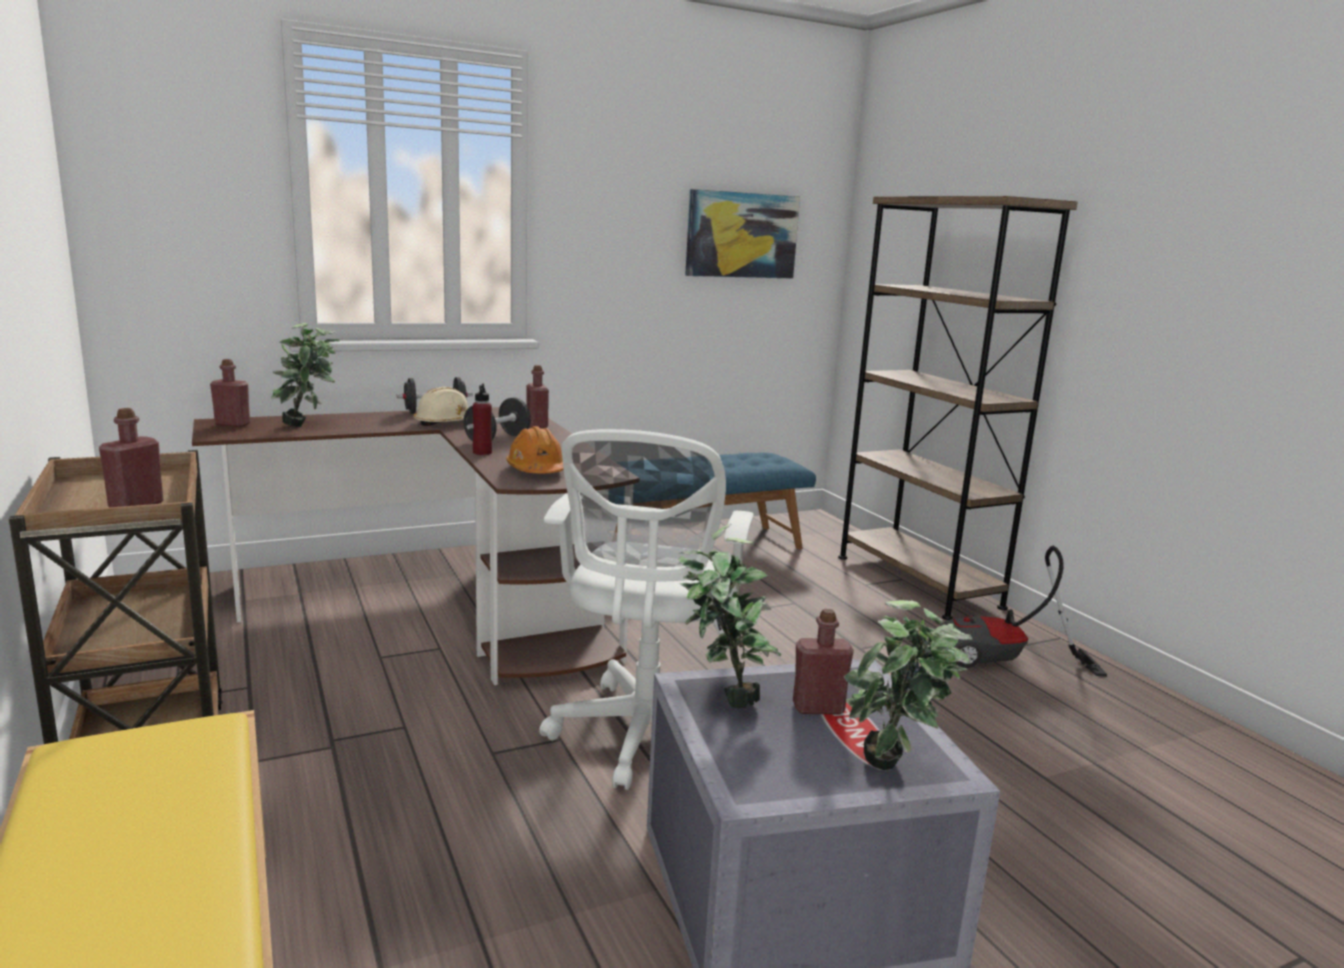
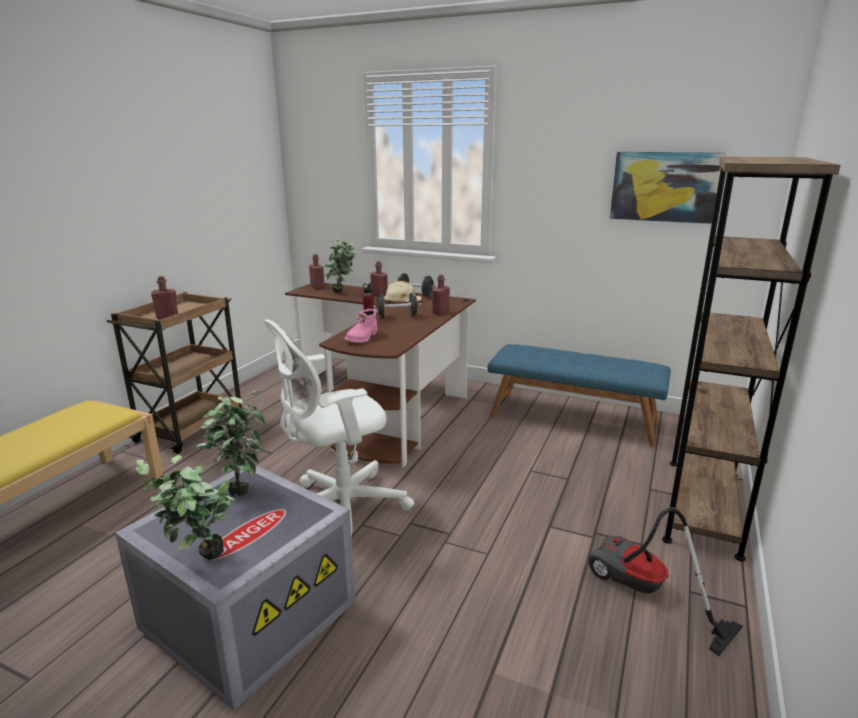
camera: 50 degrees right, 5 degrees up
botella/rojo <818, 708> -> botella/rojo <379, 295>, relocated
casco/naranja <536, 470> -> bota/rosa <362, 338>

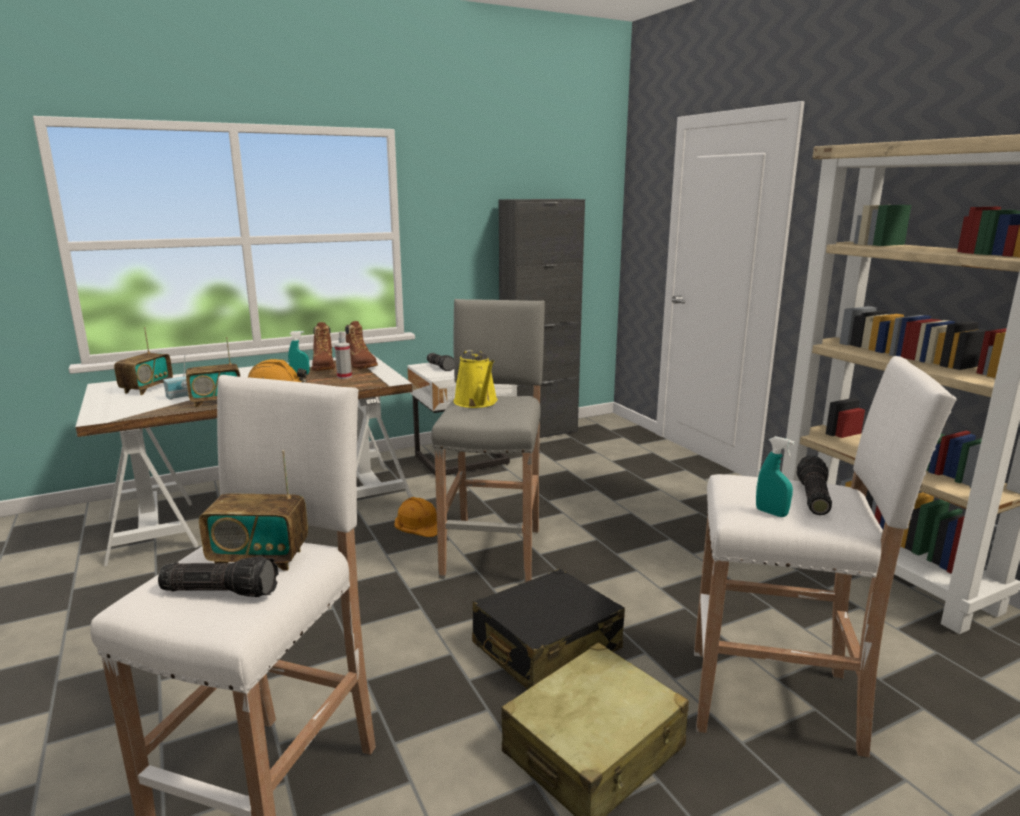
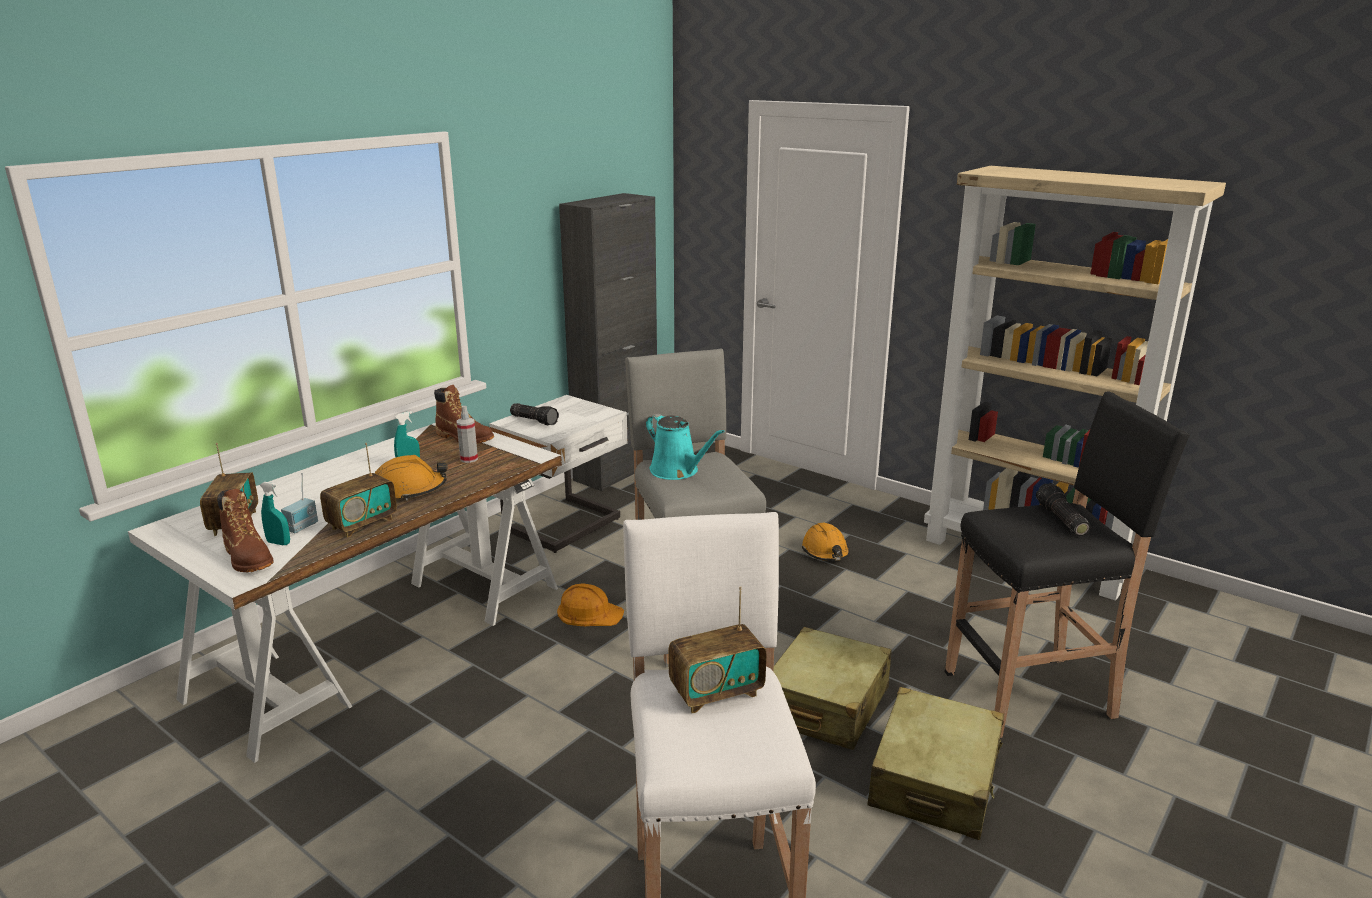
camera: 25 degrees left, 5 degrees up
linterna <222, 590> -> none
none -> casco/naranja <825, 552>
bota/marrón <324, 367> -> bota/marrón <248, 558>, relocated
pulverizador/turquesa <771, 513> -> pulverizador/turquesa <278, 543>, relocated
regadera/amarillo <477, 402> -> regadera/turquesa <677, 471>
maleta/negro <546, 647> -> maleta/beis <825, 705>
taburete/blanco <777, 701> -> taburete/negro <1032, 694>

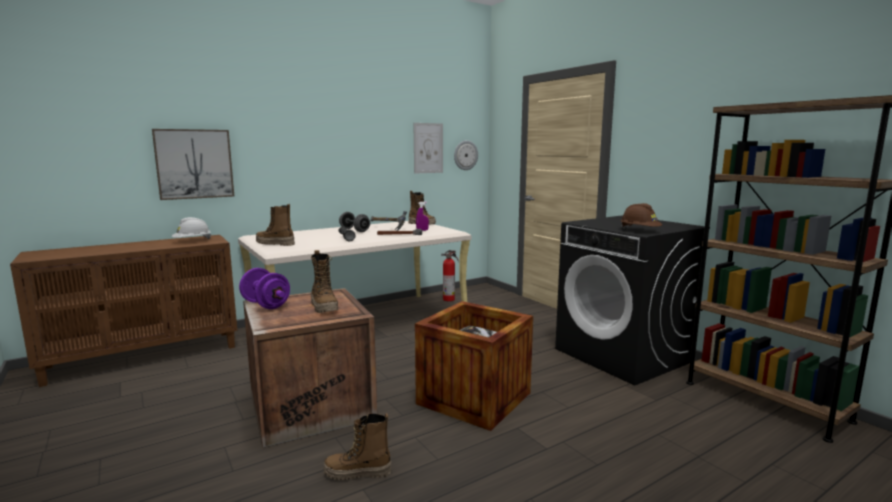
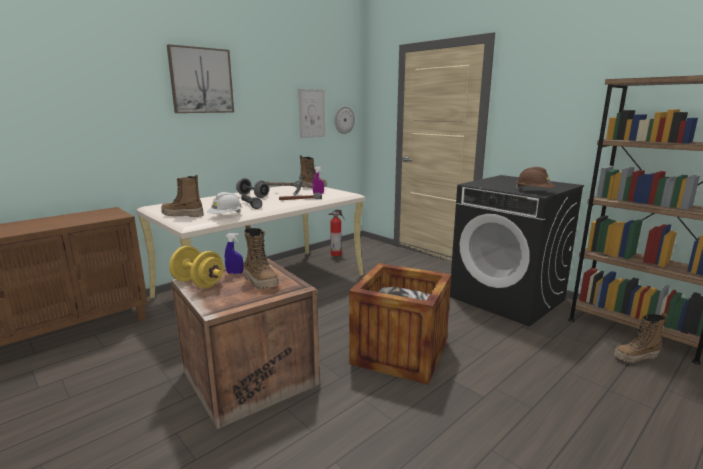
camera: 10 degrees left, 5 degrees up
none -> pulverizador/azul <235, 273>
cuadro <194, 164> -> cuadro <201, 80>, relocated
casco/blanco <192, 241> -> casco/blanco <226, 216>, relocated
bota <357, 473> -> bota <635, 357>, relocated
mancuerna/morado <266, 305> -> mancuerna/amarillo <198, 283>

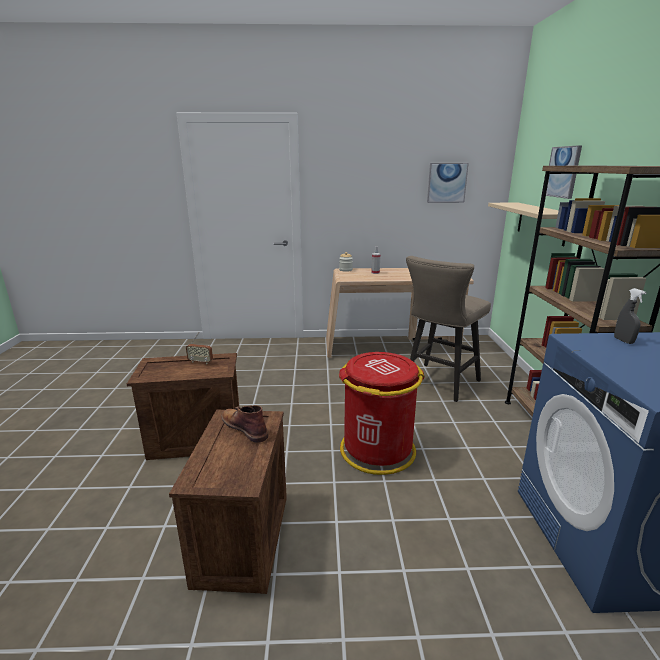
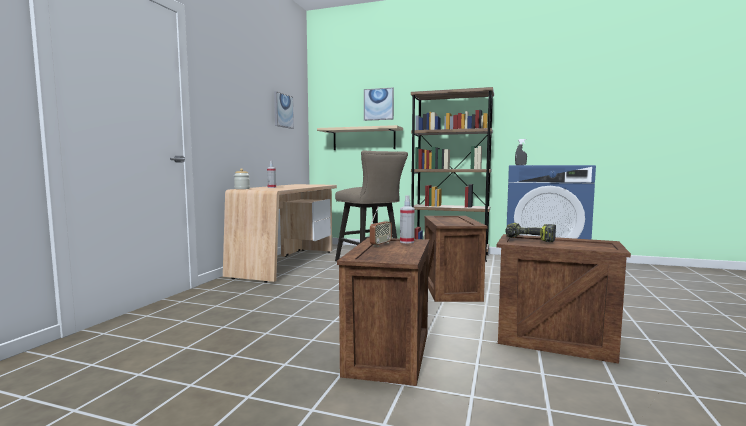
camera: 70 degrees left, 15 degrees down
none -> pulverizador <407, 242>
bota/marrón <244, 427> -> taladro <529, 240>
papelera/rojo <377, 450> -> caja de embalaje <450, 289>

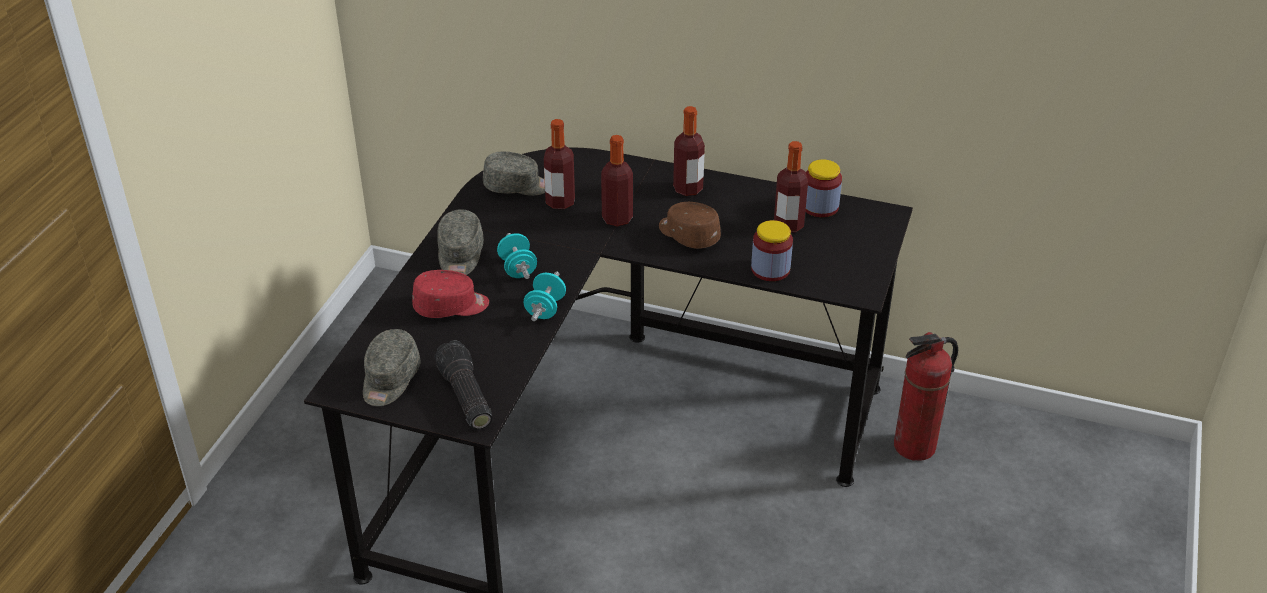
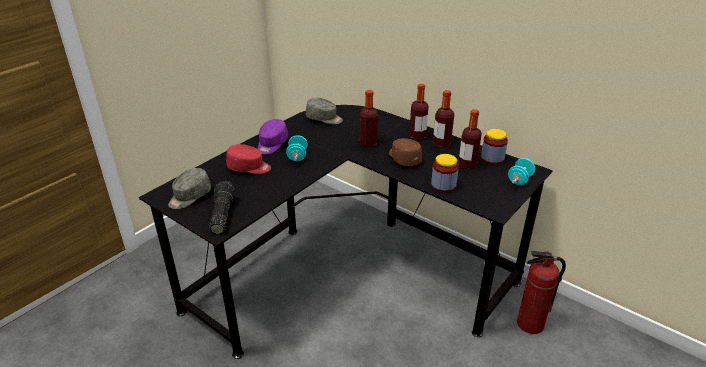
camera: 20 degrees right, 5 degrees down
mancuerna/turquesa <545, 309> -> mancuerna/turquesa <519, 180>, relocated
botella <560, 202> -> botella <441, 143>, relocated
gorra/gris <460, 255> -> gorra/morado <272, 144>

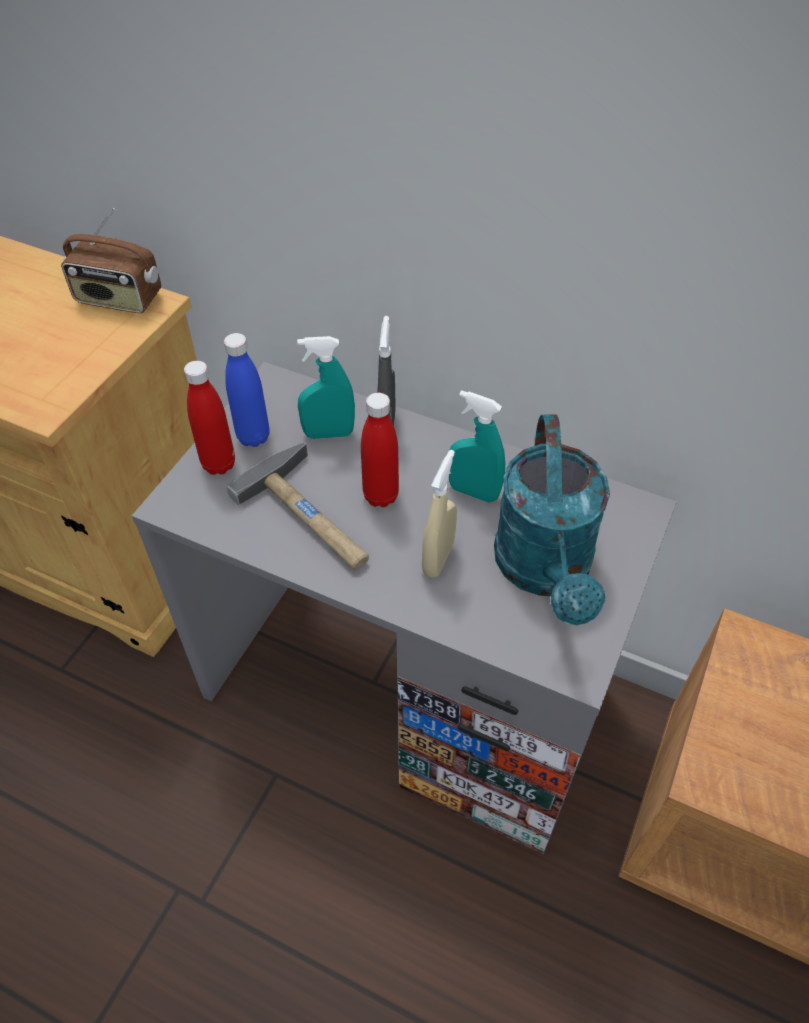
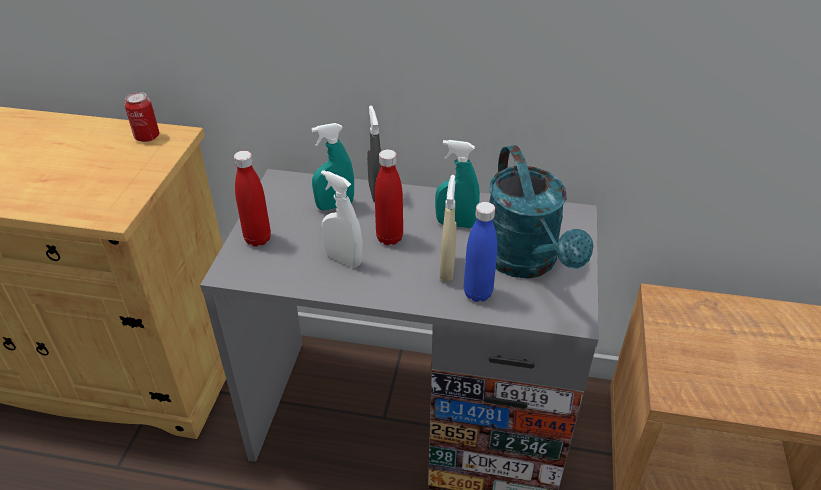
camera: 15 degrees left, 10 degrees down
botella/azul <253, 437> -> botella/azul <478, 293>, relocated
radio <118, 299> -> lata <147, 137>
martillo <312, 516> -> pulverizador/blanco <343, 259>

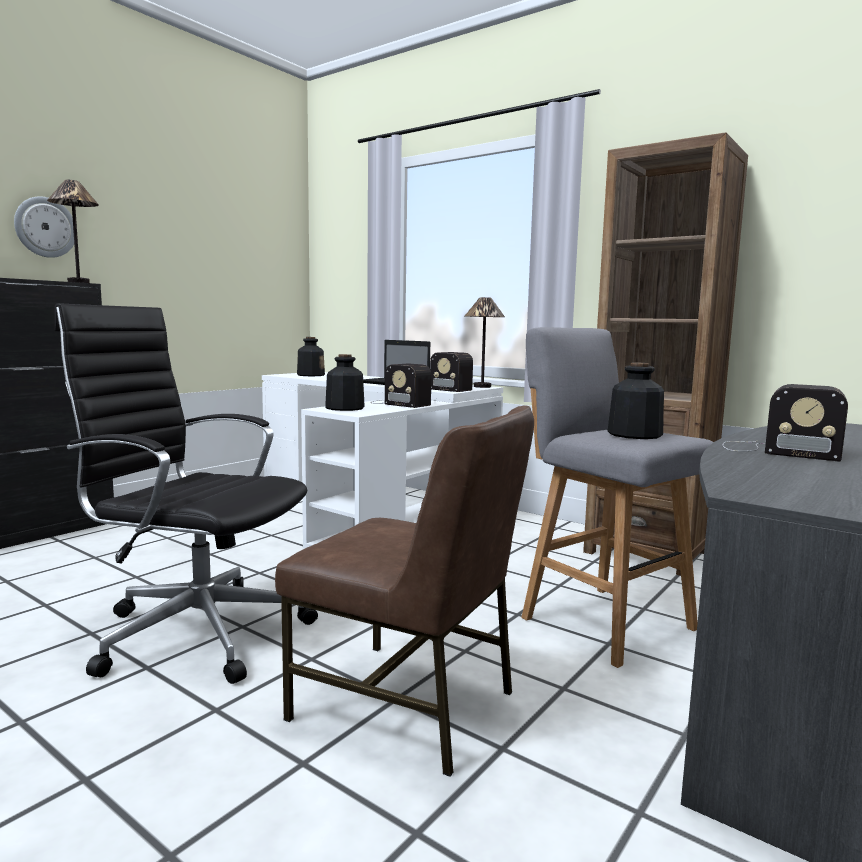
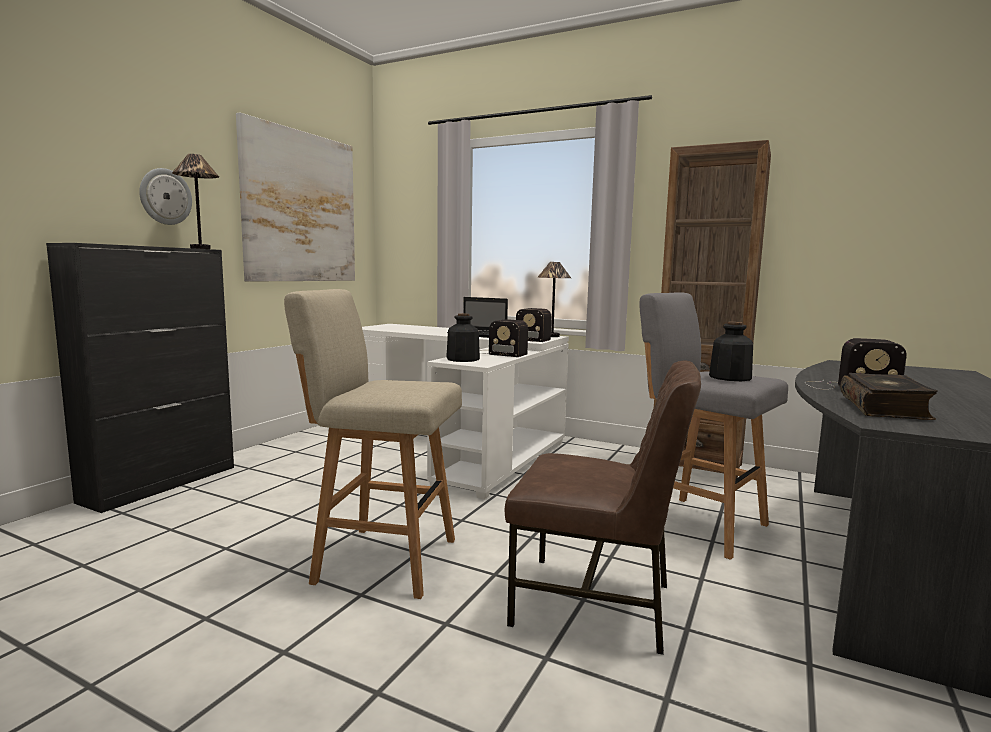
camera: 10 degrees left, 0 degrees up
botella <310, 375> -> none
none -> cuadro <301, 207>
none -> libro <885, 408>
silla de oficina/negro <197, 631> -> taburete/beis <382, 559>

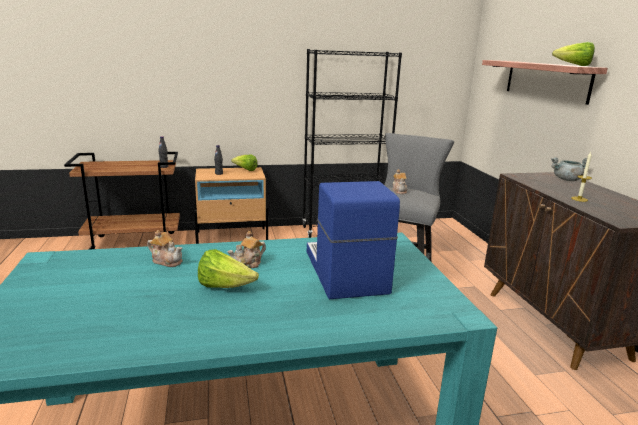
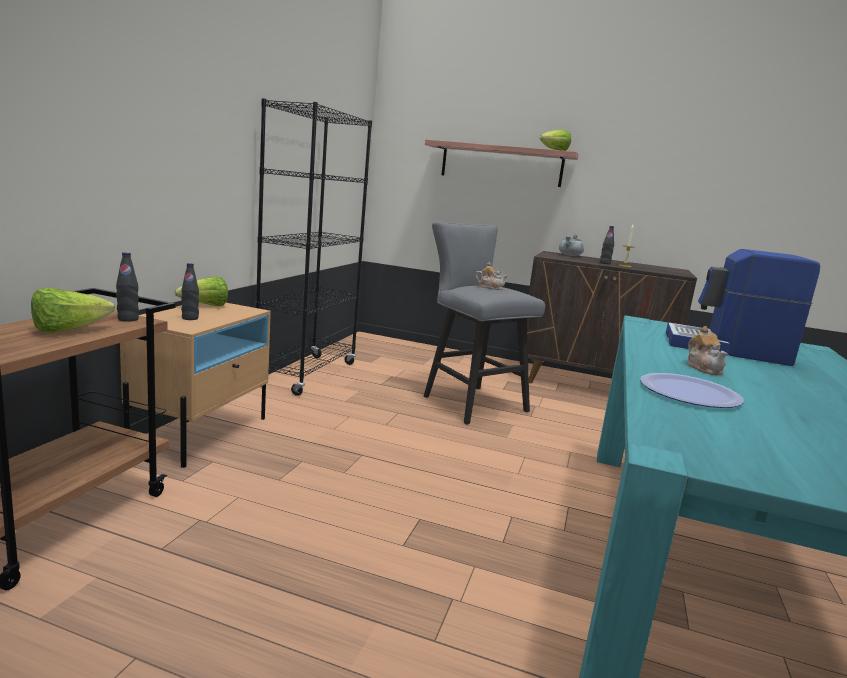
camera: 60 degrees left, 5 degrees down
none -> botella/negro <605, 263>
lechuga <225, 286> -> lechuga <68, 330>, relocated
tetera <167, 261> -> plato <689, 393>

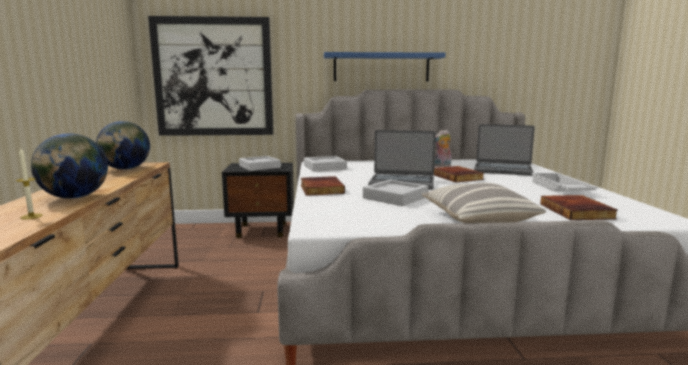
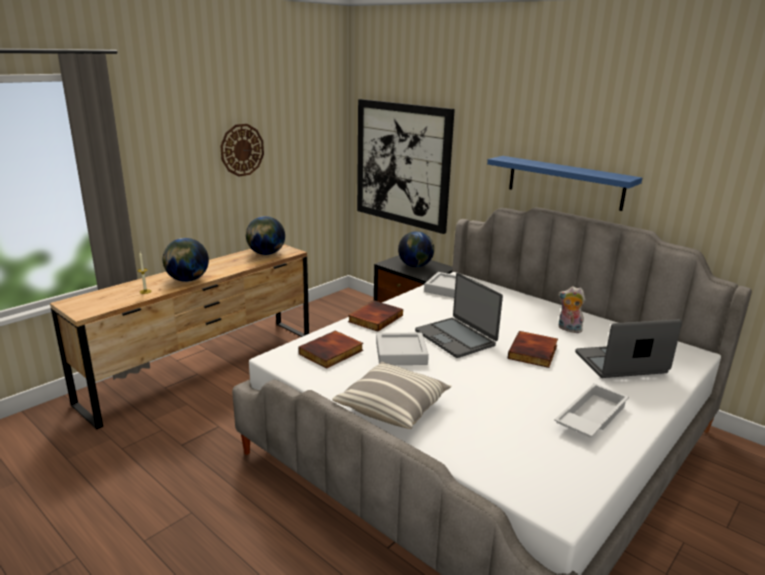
camera: 45 degrees right, 10 degrees up
none -> reloj de pared <242, 150>
libro <577, 211> -> libro <331, 352>, relocated
bandeja/gris <259, 167> -> globo terráqueo <415, 266>
portátil <503, 170> -> portátil <621, 363>, 105 degrees clockwise

